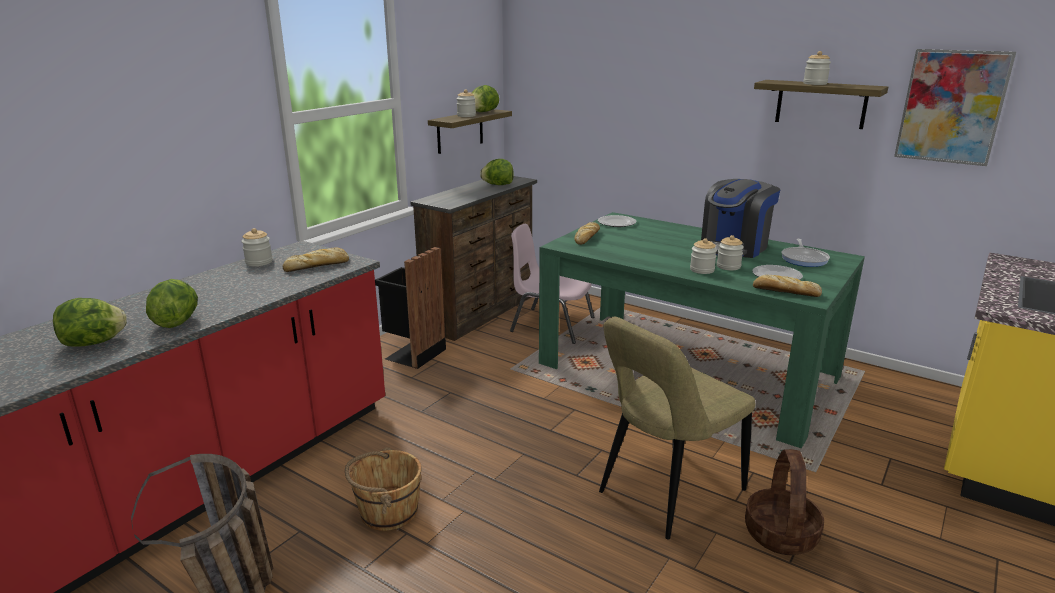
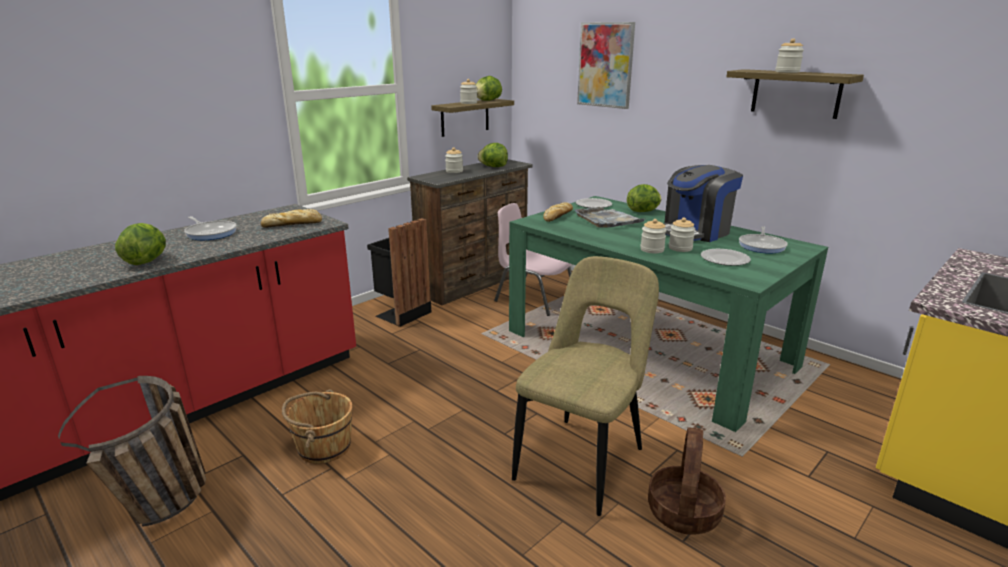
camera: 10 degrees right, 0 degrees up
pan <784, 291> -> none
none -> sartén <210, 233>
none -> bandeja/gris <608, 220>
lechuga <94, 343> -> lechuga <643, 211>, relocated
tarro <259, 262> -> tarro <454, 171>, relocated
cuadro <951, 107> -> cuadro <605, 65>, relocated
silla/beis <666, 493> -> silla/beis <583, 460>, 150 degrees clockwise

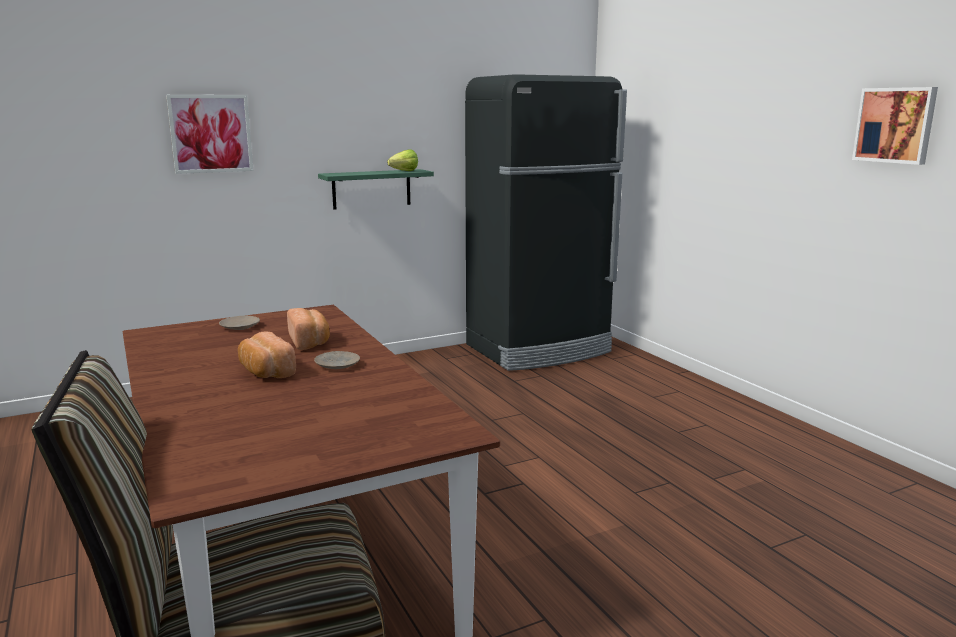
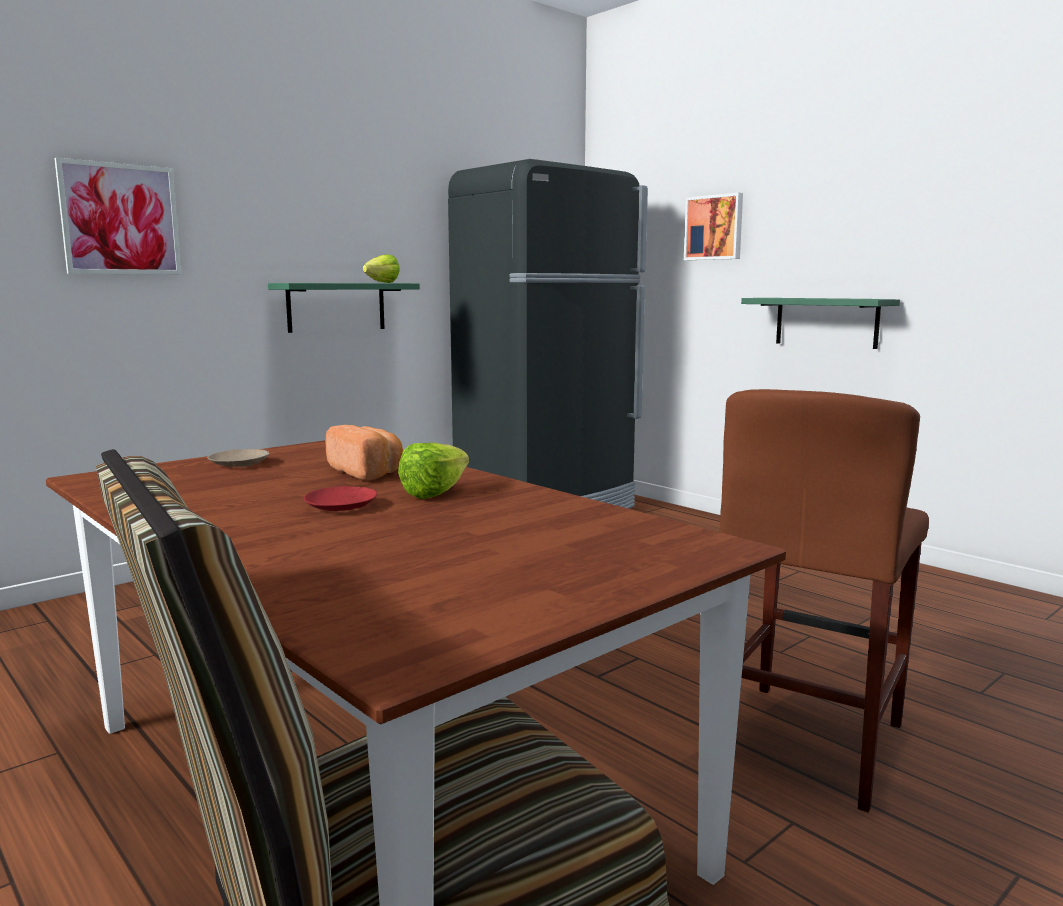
camera: 15 degrees left, 5 degrees down
none -> taburete/marrón <807, 741>
none -> estante/verde <826, 322>
cuadro <895, 125> -> cuadro <714, 227>, relocated
pan <265, 372> -> plato/rojo <342, 506>
plato/beis <337, 365> -> lechuga <441, 492>

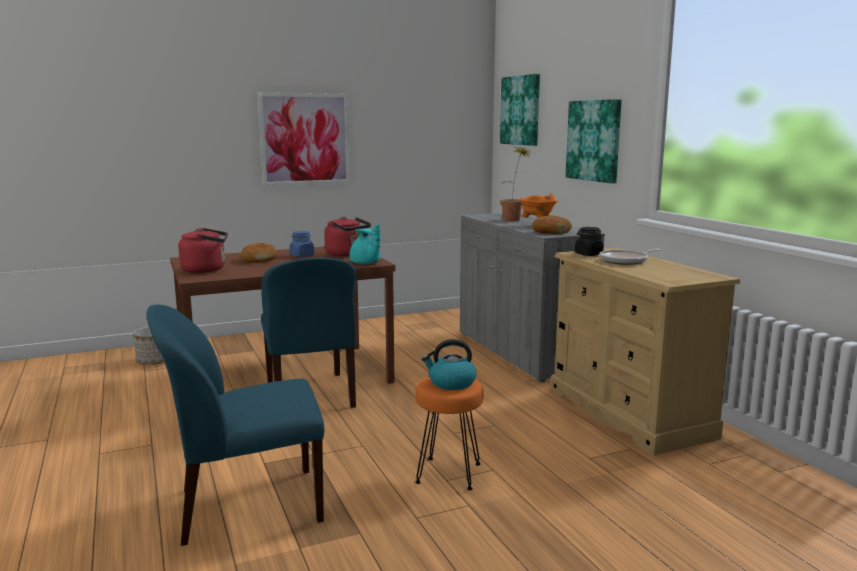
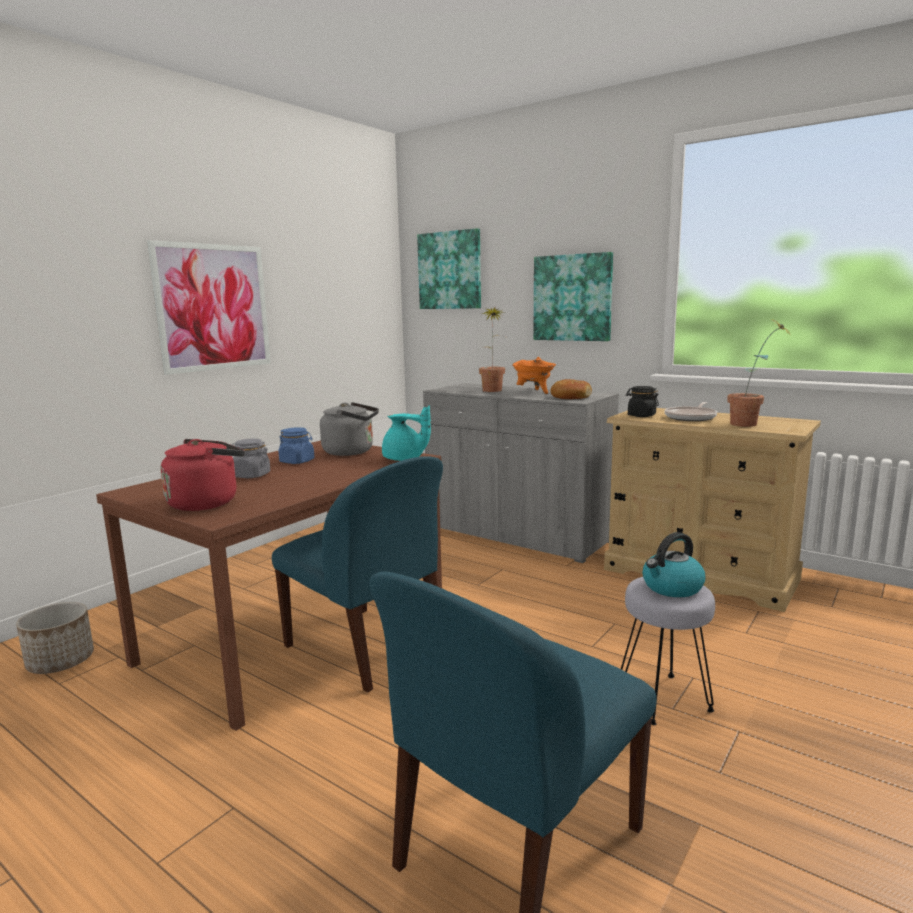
camera: 30 degrees left, 0 degrees up
none -> planta en maceta <752, 424>
pan <259, 259> -> tarro/gris <251, 475>
hervidor/rojo <347, 254> -> hervidor/gris <352, 452>
taburete/naranja <448, 474> -> taburete/gris <663, 700>

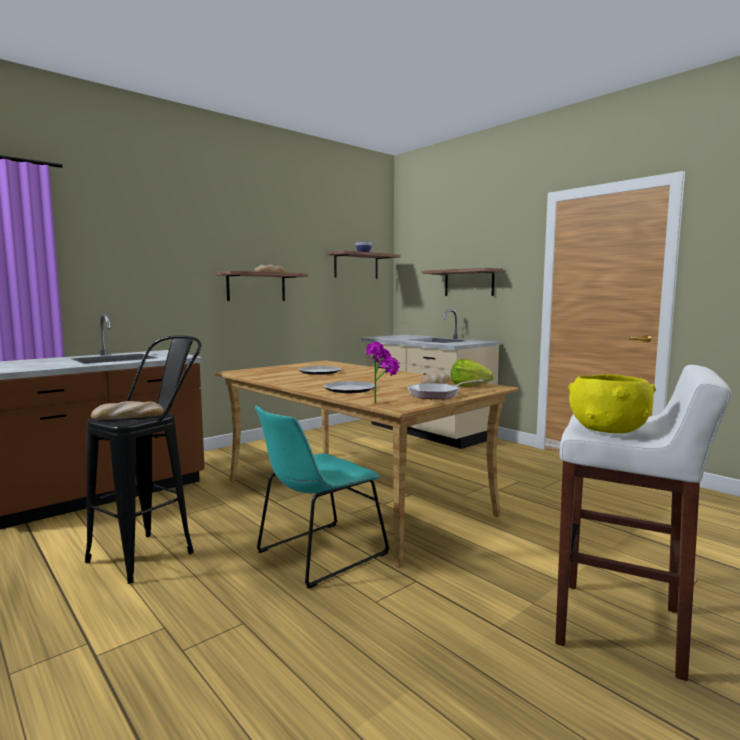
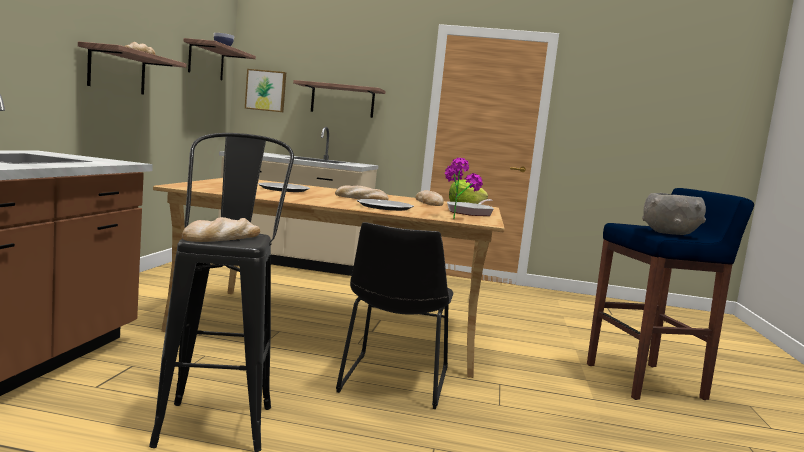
camera: 40 degrees left, 0 degrees up
none -> cuadro <266, 90>
none -> pan <360, 198>
silla/turquesa <317, 554> -> silla/negro <393, 382>
taburete/blanco <622, 628> -> taburete/azul <646, 381>
cuenco/amarillo <607, 430> -> cuenco/gris <669, 233>

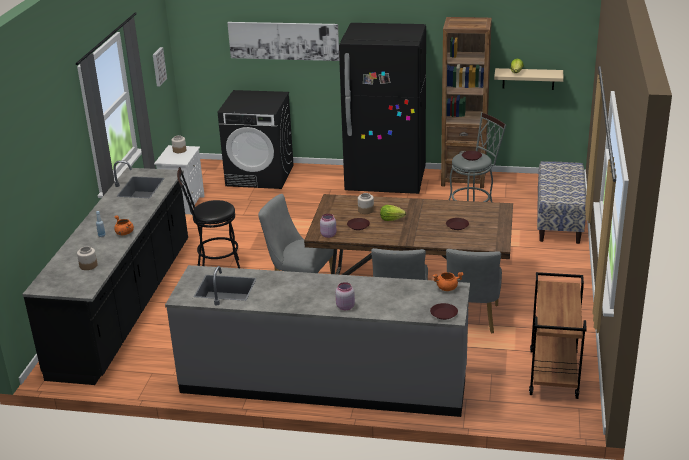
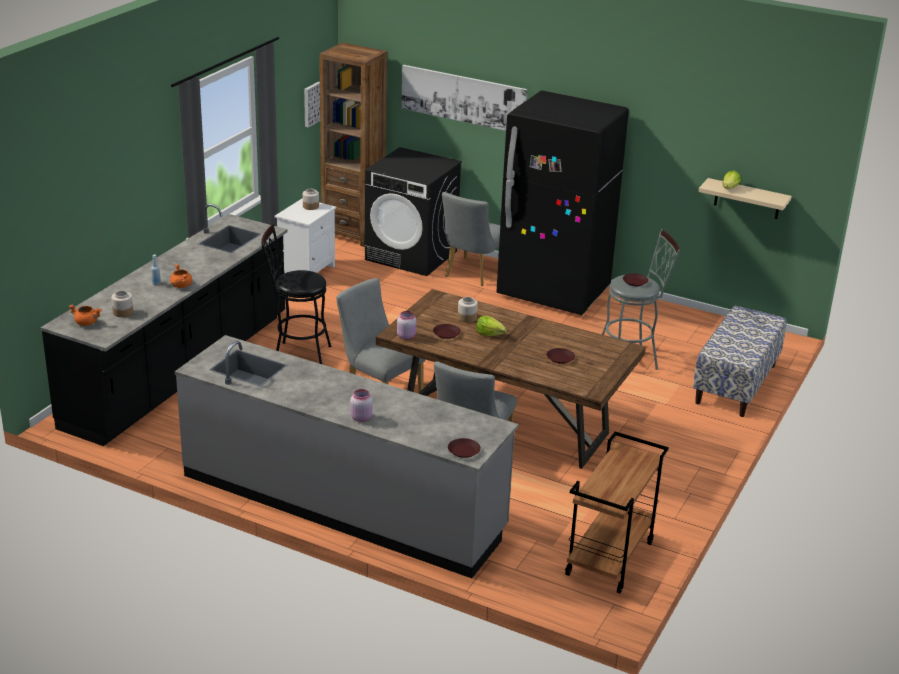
camera: 15 degrees right, 0 degrees up
olla/naranja <447, 288> -> olla/naranja <87, 323>, relocated
estantería/marrón <463, 179> -> estantería/marrón <353, 233>, relocated
silla/gris <472, 320> -> silla/gris <472, 274>, relocated

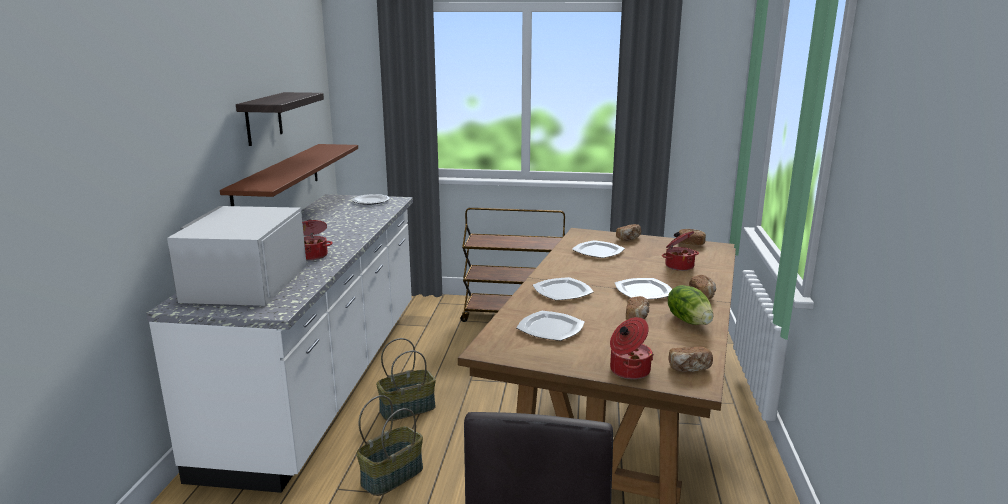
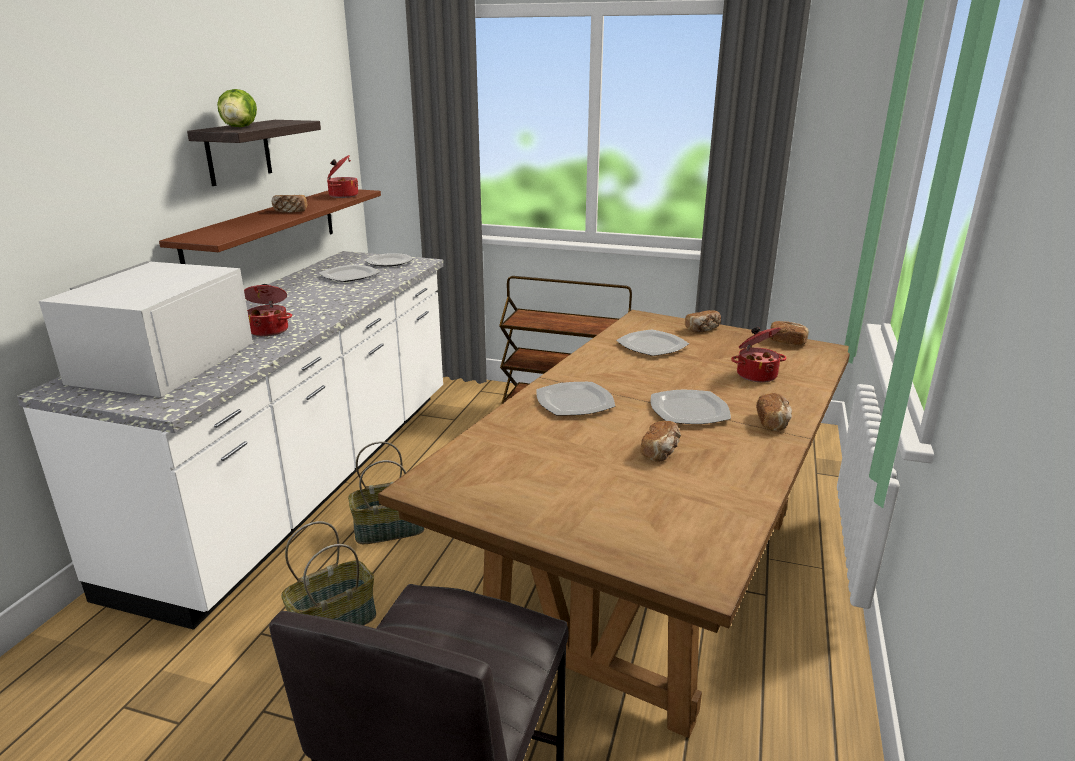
camera: 10 degrees right, 5 degrees up
plato <551, 328> -> plato <349, 276>, relocated
olla <628, 370> -> olla <343, 195>, relocated
lechuga <689, 321> -> lechuga <240, 127>, relocated
pan <689, 368> -> pan <290, 211>, relocated

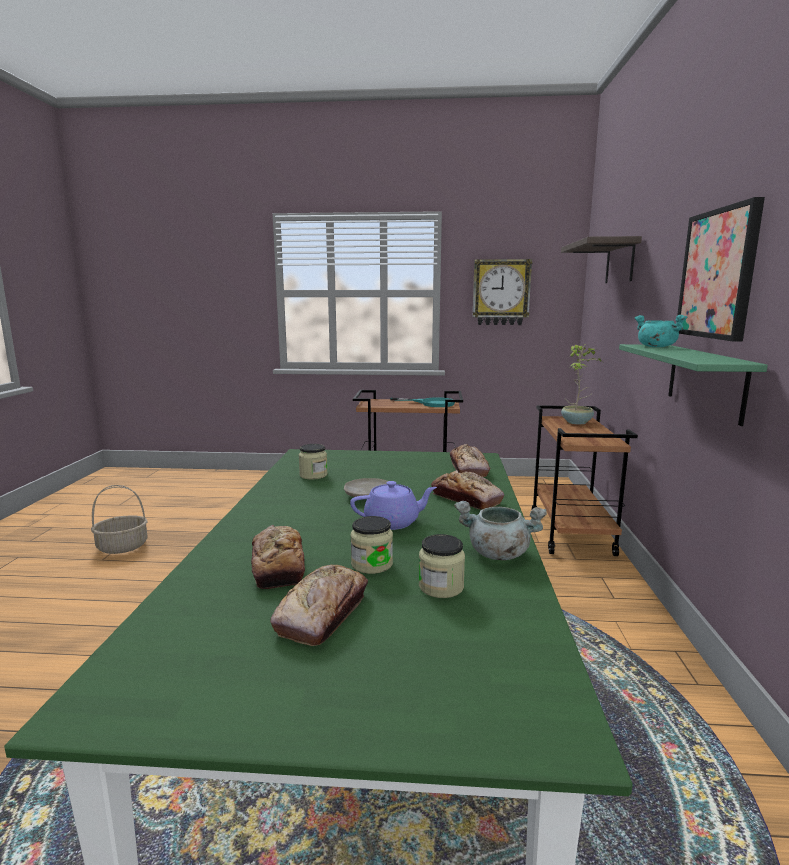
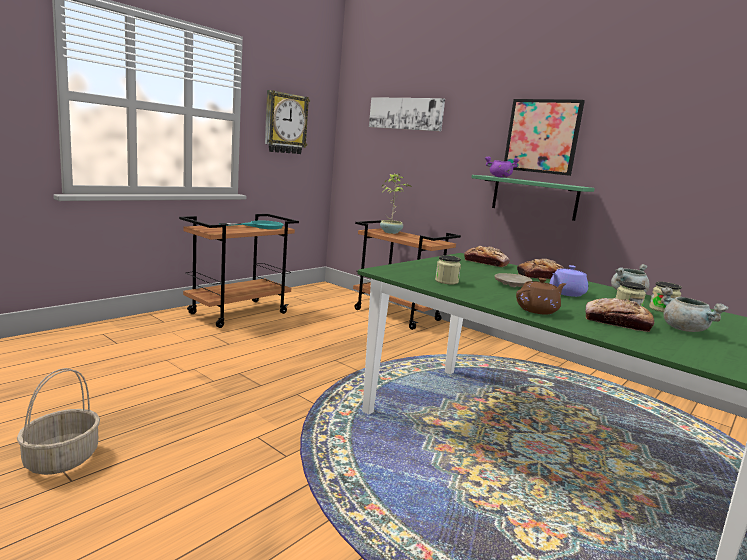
camera: 55 degrees left, 0 degrees up
none -> tetera/marrón <538, 310>
pan <323, 613> -> olla/gris <685, 330>
estante <620, 262> -> cuadro <406, 113>
olla/turquesa <655, 347> -> olla/morado <499, 177>
tetera/morado <393, 522> -> tetera/morado <566, 293>, 150 degrees counterclockwise

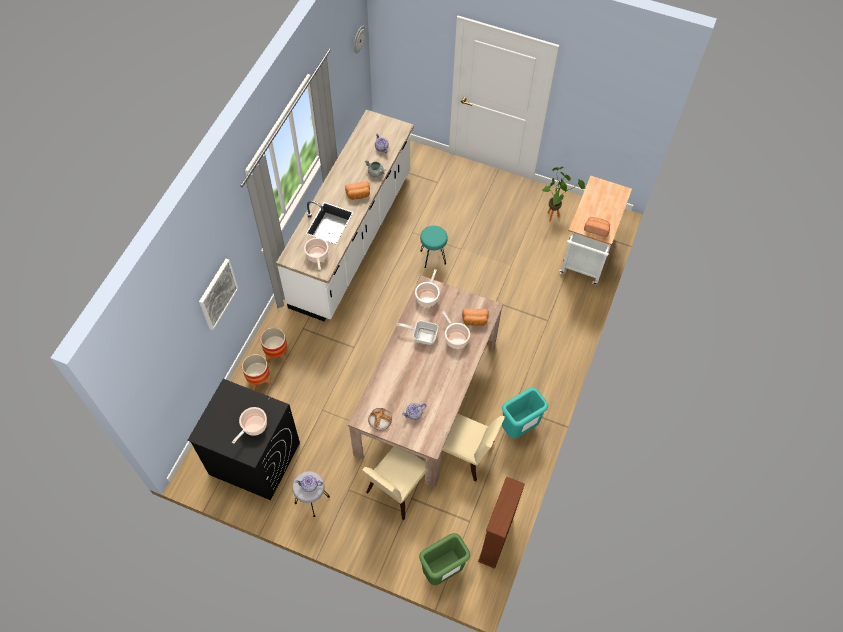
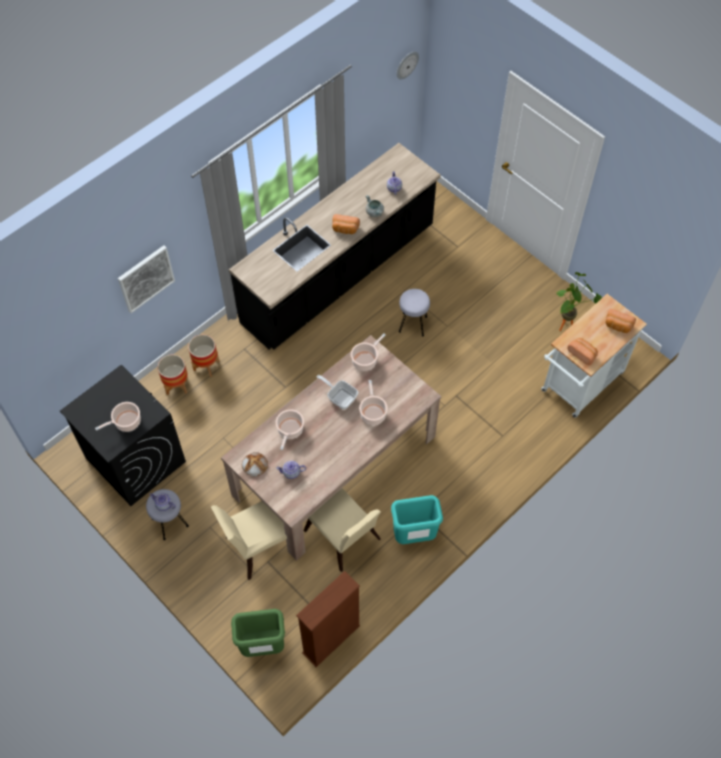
camera: 25 degrees right, 0 degrees up
olla <317, 256> -> olla <290, 431>, relocated
pan <475, 321> -> pan <617, 326>, relocated
mueble bajo de cocina/blanco <352, 239> -> mueble bajo de cocina/negro <339, 276>
taburete/turquesa <433, 257> -> taburete/gris <413, 324>

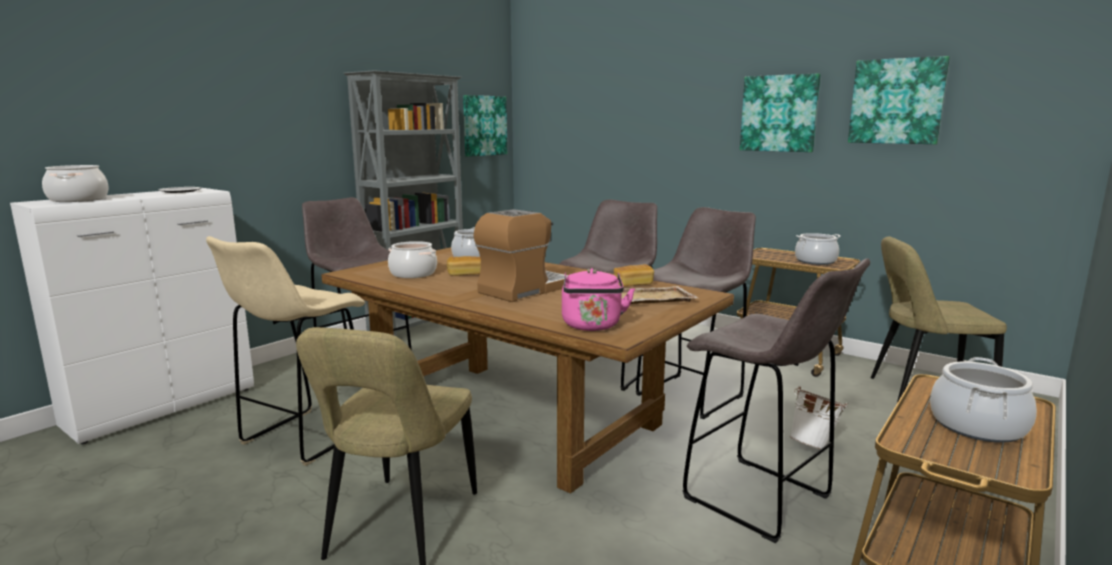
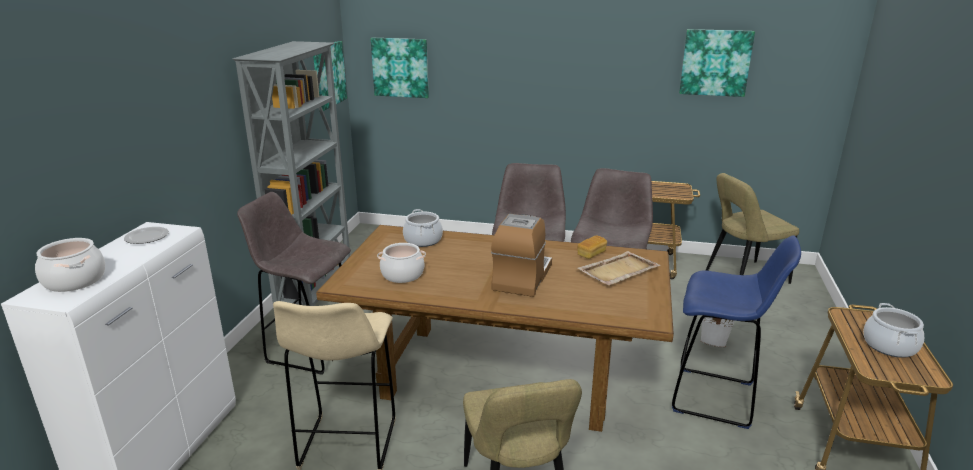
camera: 25 degrees left, 10 degrees up
pan <465, 274> -> none
hervidor/rosa <592, 326> -> none
olla <815, 261> -> none
cuadro <779, 113> -> cuadro <400, 67>, relocated
taburete/gris <760, 499> -> taburete/azul <716, 398>

